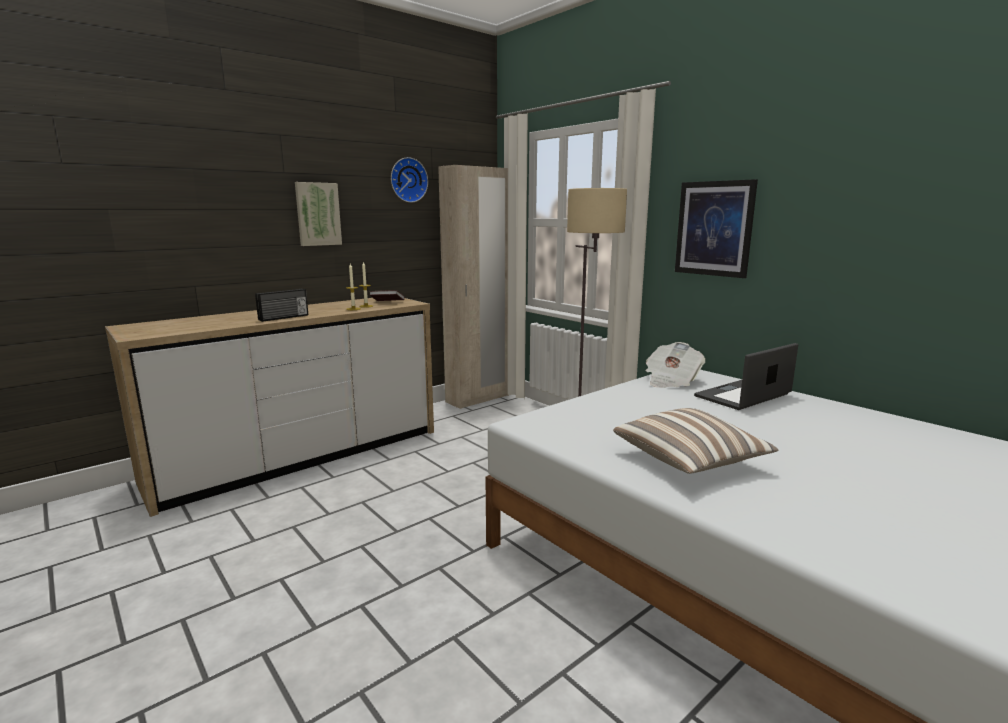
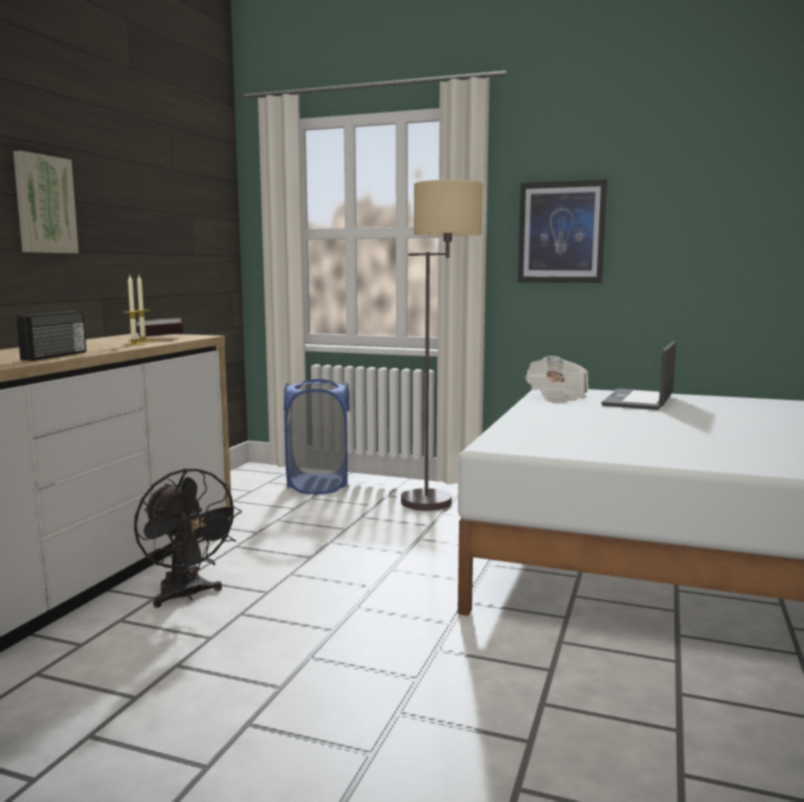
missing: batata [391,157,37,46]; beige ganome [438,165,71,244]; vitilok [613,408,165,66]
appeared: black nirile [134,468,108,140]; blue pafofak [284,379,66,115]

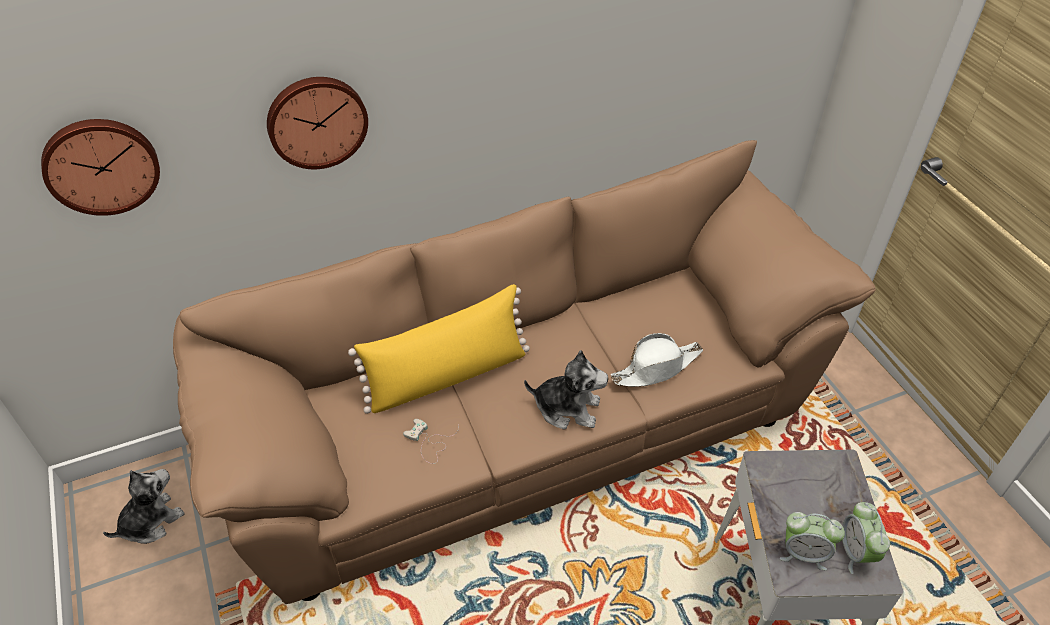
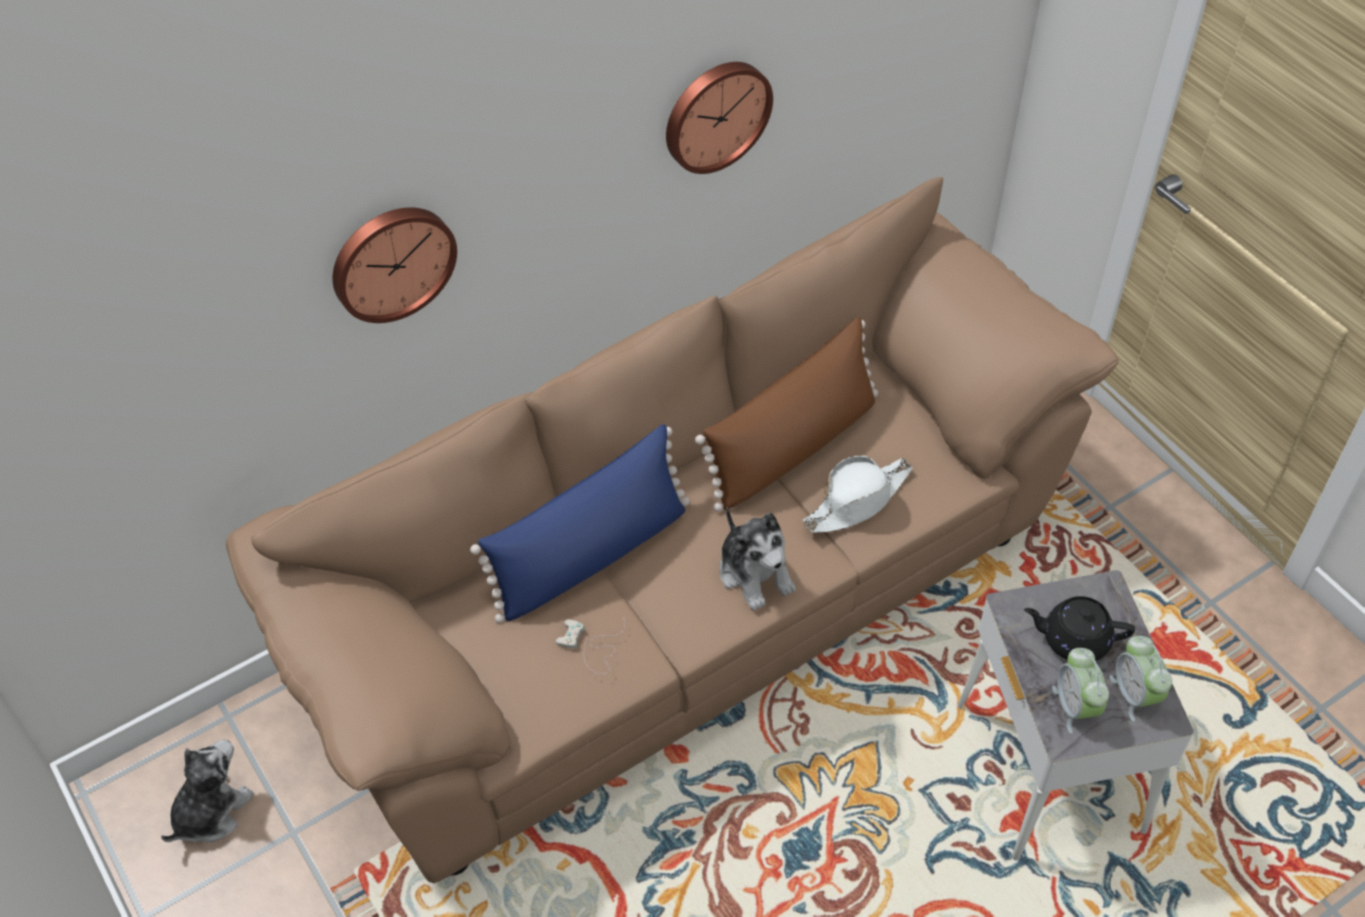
appeared: brown vitilok [695,317,183,195]; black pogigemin [1024,596,111,65]
relocated: batata [41,119,119,97] to [666,62,107,112]
colour: yellow vitilok [348,284,182,130] to blue vitilok [470,424,220,199]
spun: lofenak [524,350,84,80] = [719,507,77,104] 60 degrees clockwise; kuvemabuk [780,512,65,58] = [1052,648,57,85] 75 degrees clockwise

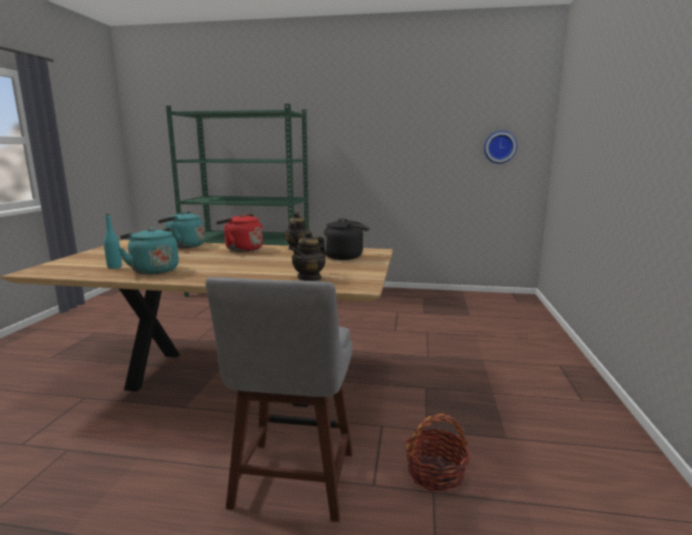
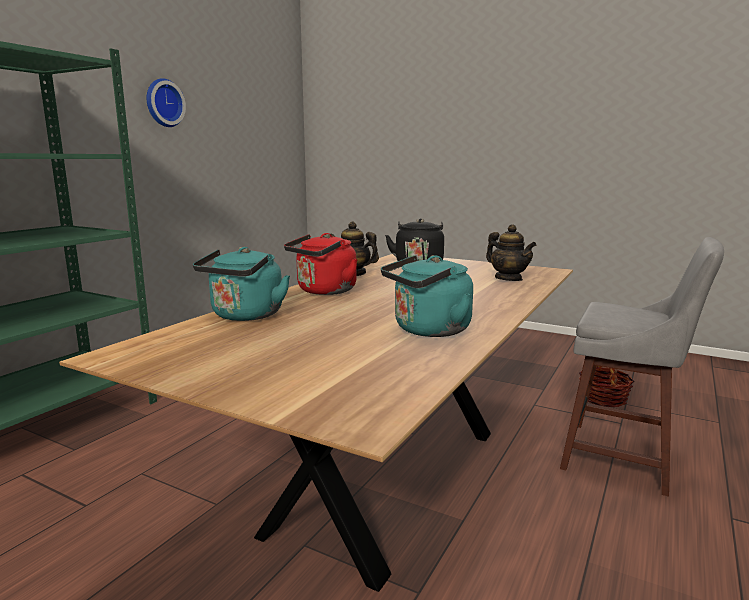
missing: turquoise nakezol [104,214,18,55]
relocated: batata [484,131,33,33] to [147,78,39,49]

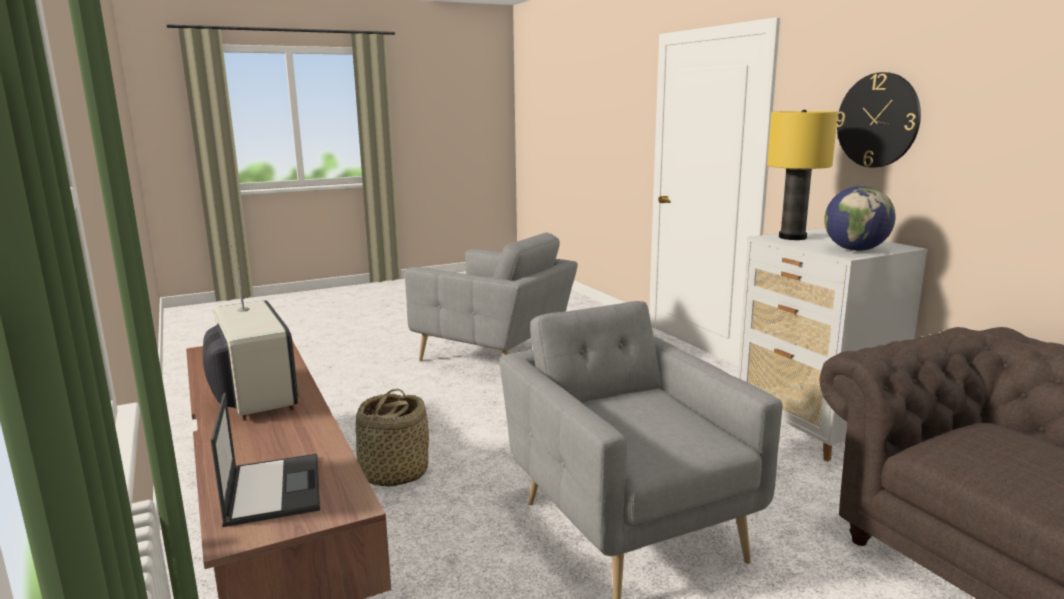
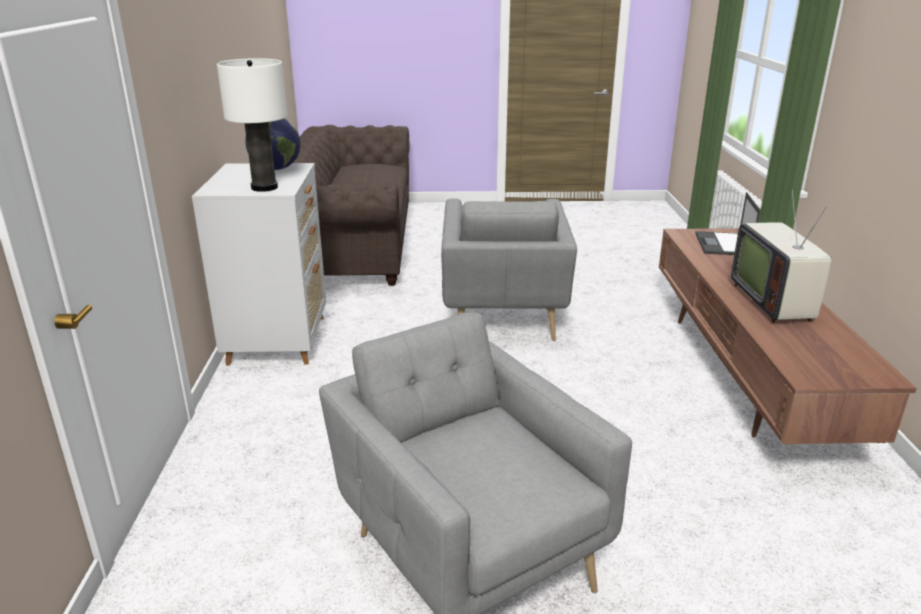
missing: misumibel [355,389,74,97]; batata [837,72,84,96]
colour: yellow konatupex [767,110,71,130] to white konatupex [217,58,70,134]

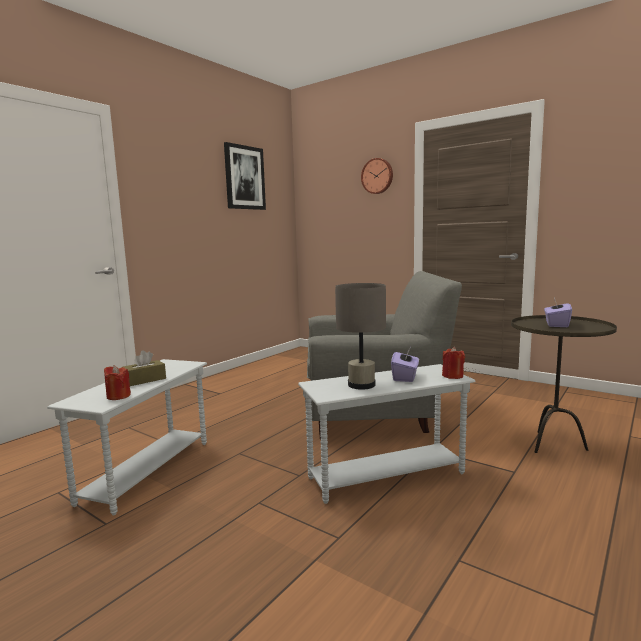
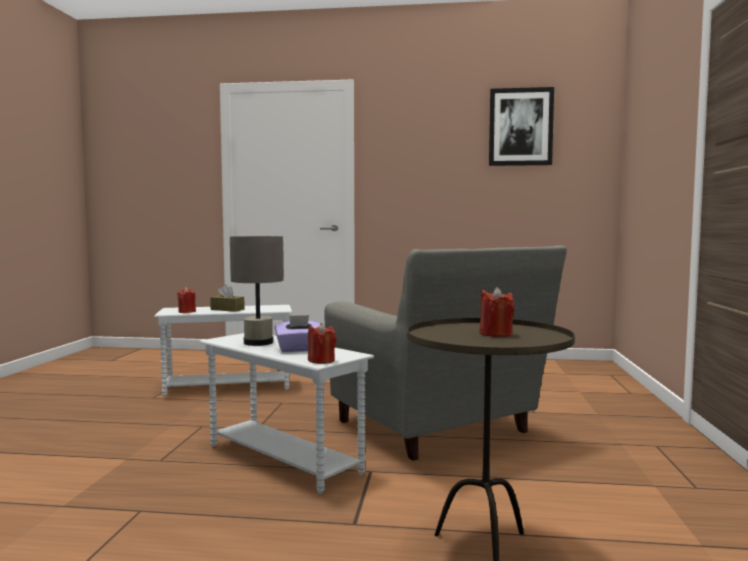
missing: batata [361,158,32,36]
exchanged: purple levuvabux [544,297,28,30] to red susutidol [479,287,36,50]

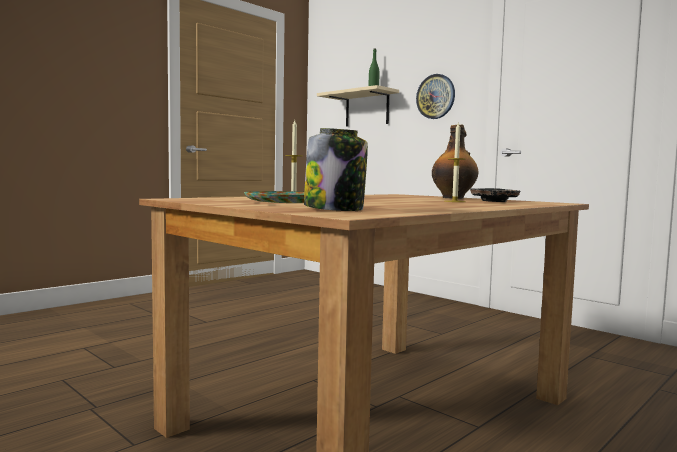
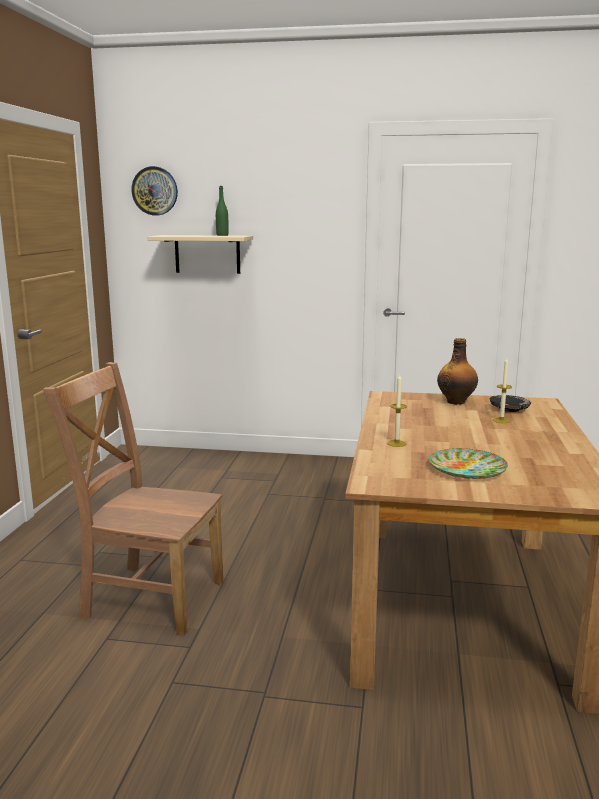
missing: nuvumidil [304,128,64,83]
appeared: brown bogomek [43,362,180,274]
relocated: batata [416,74,39,45] to [131,166,47,49]

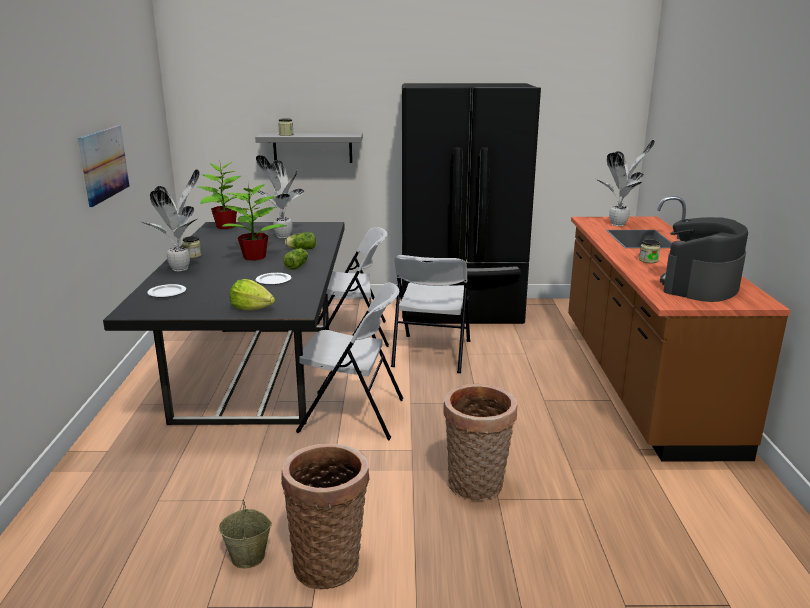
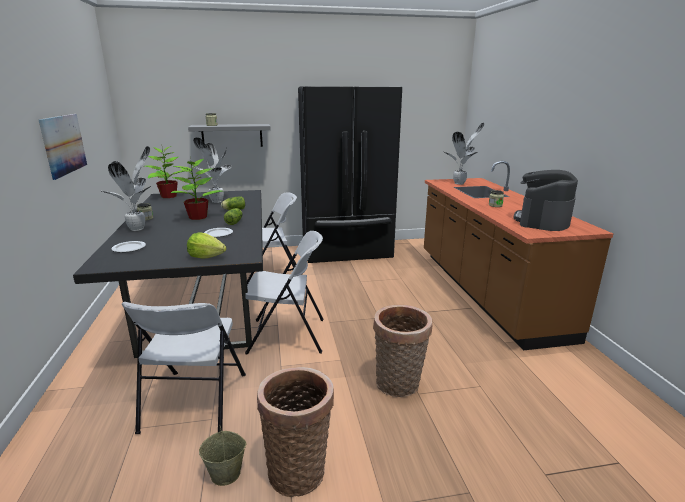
relocated: white bogomek [391,255,79,118] to [122,302,124,132]

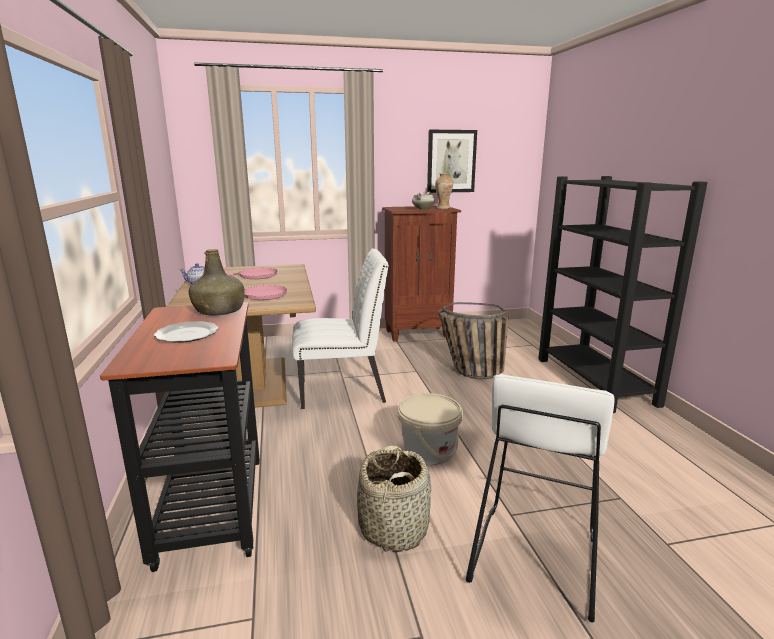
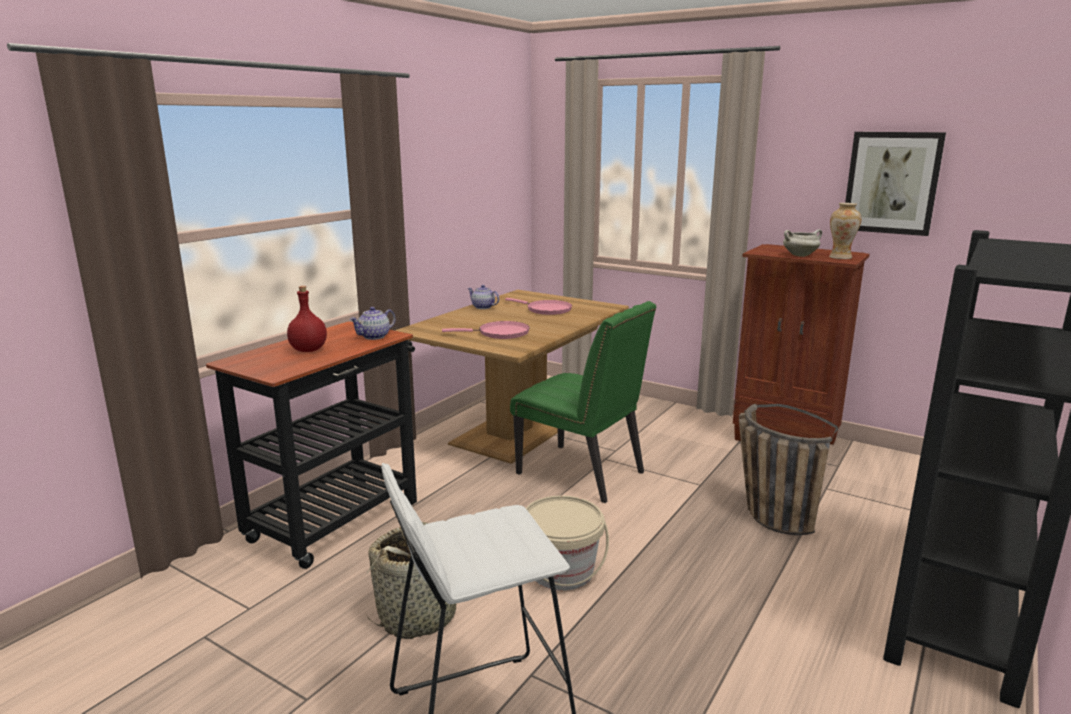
exchanged: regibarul [154,321,65,22] to red nakezol [287,286,40,66]; green nakezol [189,249,56,66] to pogigemin [350,307,46,33]
colour: white bogomek [292,248,97,161] to green bogomek [510,301,146,202]

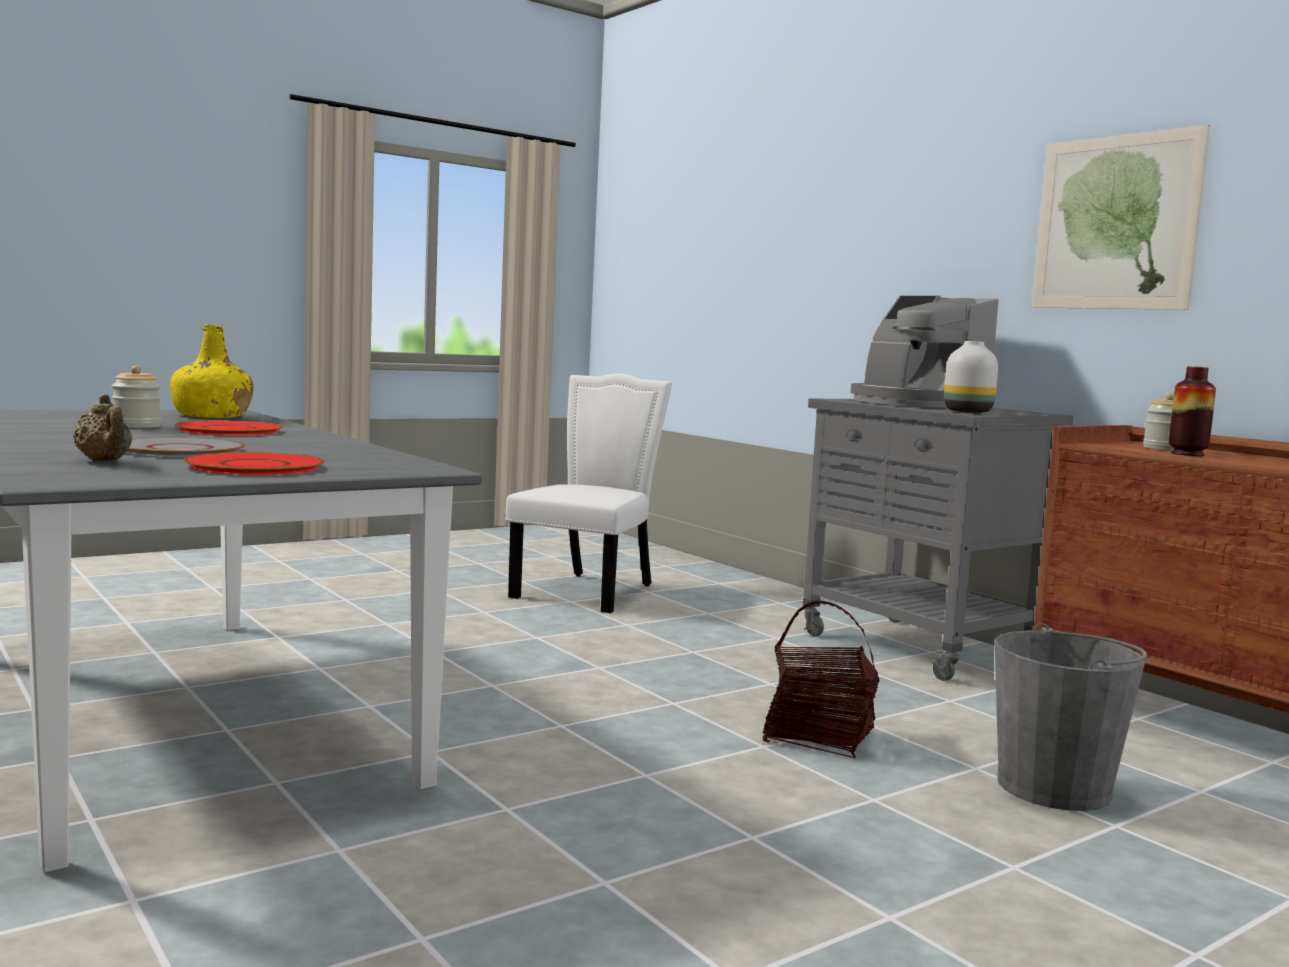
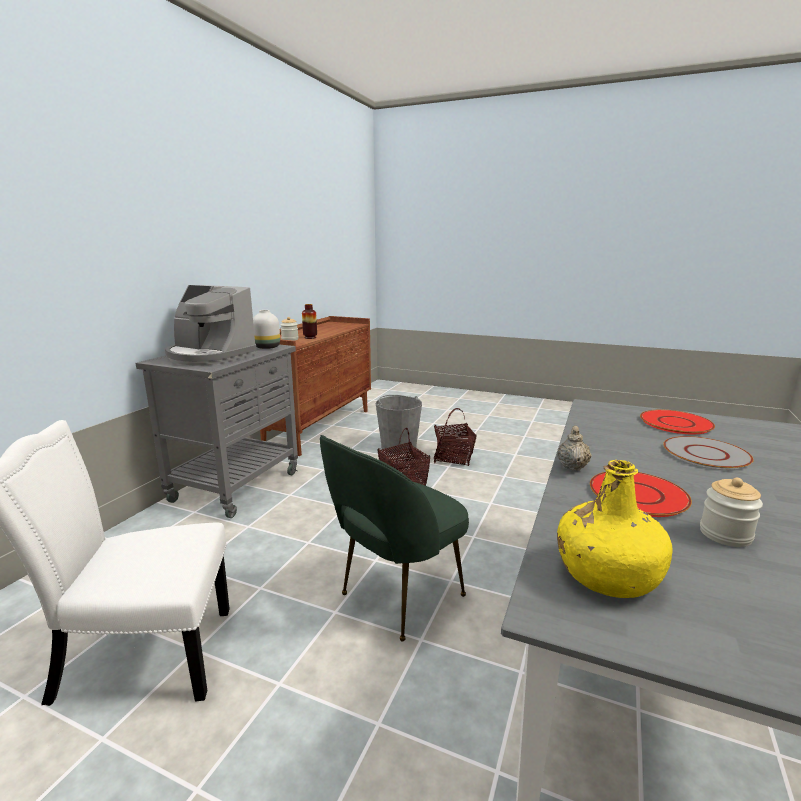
missing: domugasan [1032,125,178,185]
appeared: green bogomek [320,435,149,207]; misumibel [434,408,43,58]
relocated: beige pogigemin [73,394,59,67] to [557,425,35,46]
spun: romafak [851,296,148,112] = [165,285,92,81] 90 degrees clockwise

